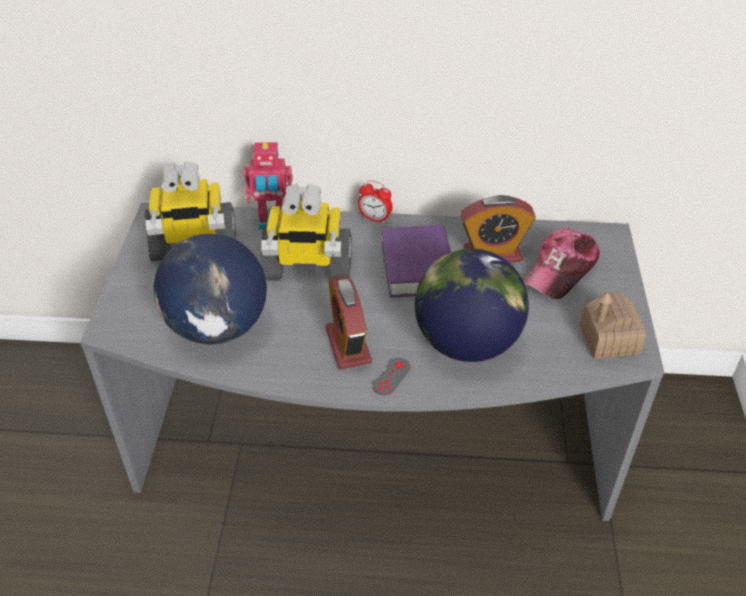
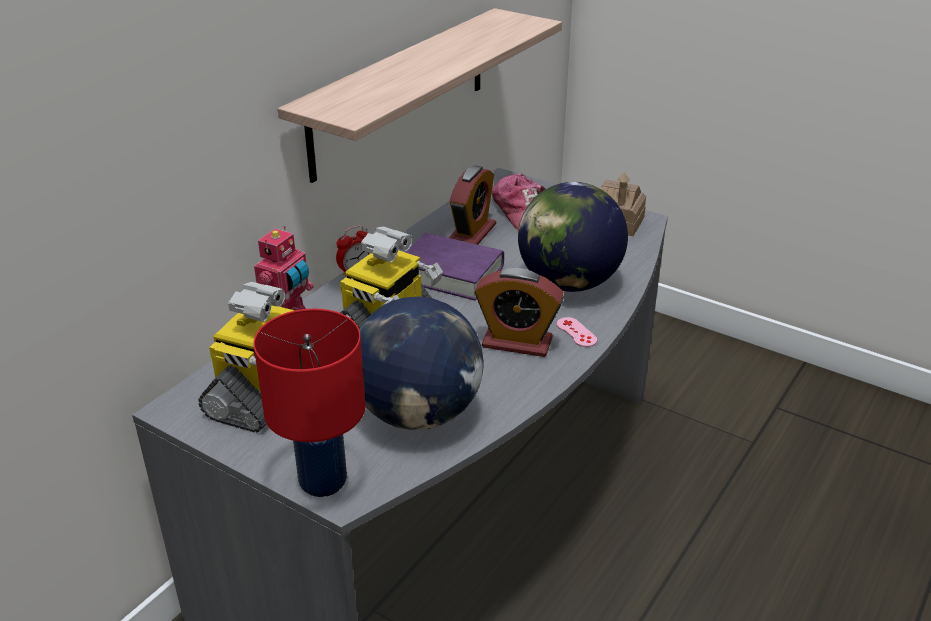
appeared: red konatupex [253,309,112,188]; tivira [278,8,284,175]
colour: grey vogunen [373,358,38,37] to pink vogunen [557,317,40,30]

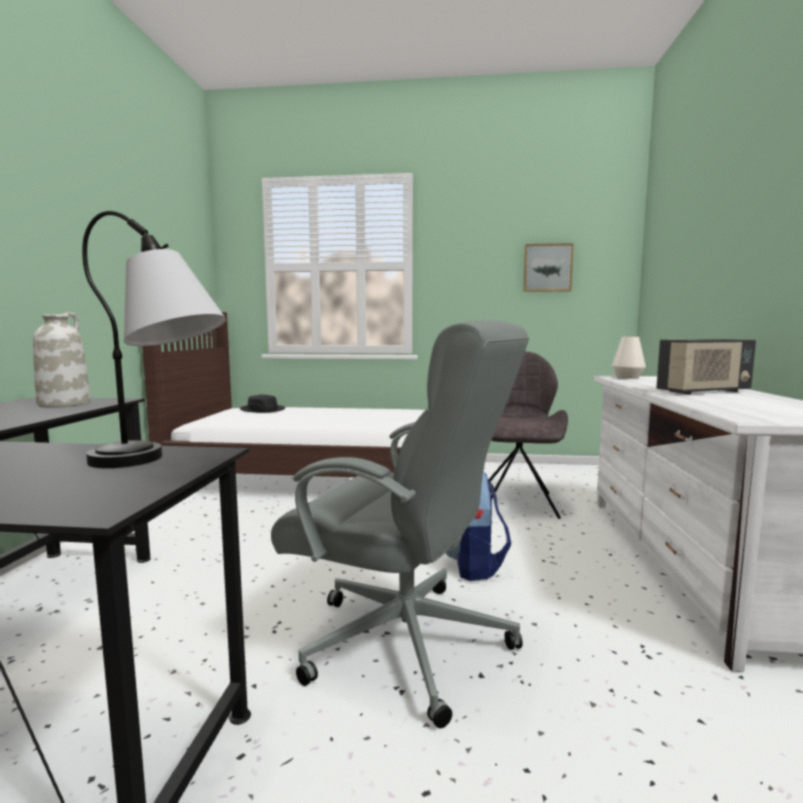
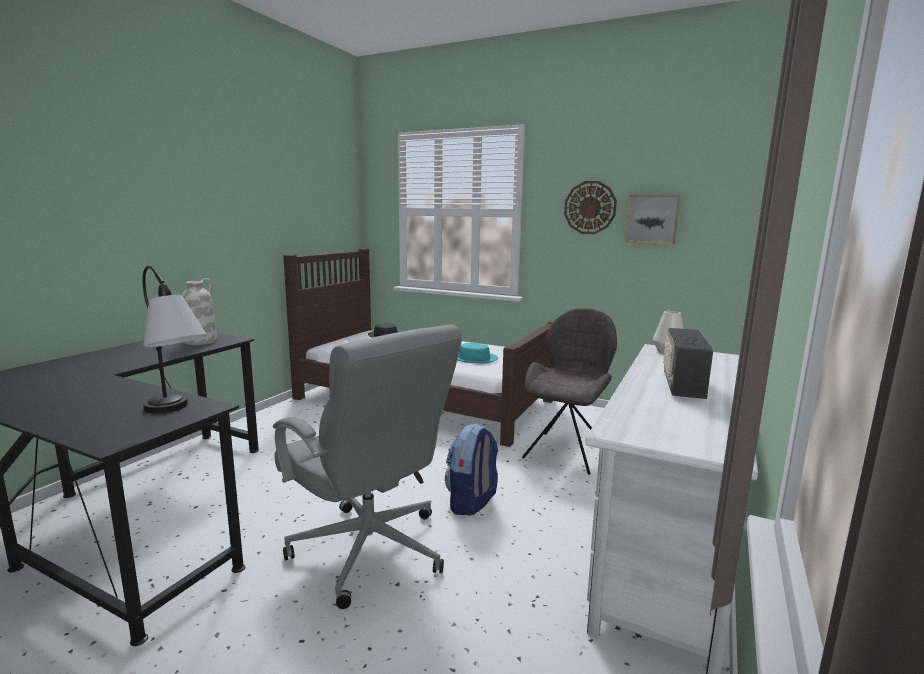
appeared: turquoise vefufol [457,343,41,20]; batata [564,181,53,53]
spun: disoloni [656,339,100,56] = [663,328,50,71] 105 degrees clockwise

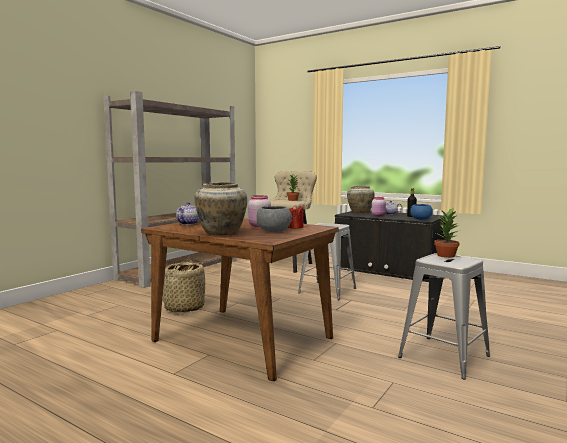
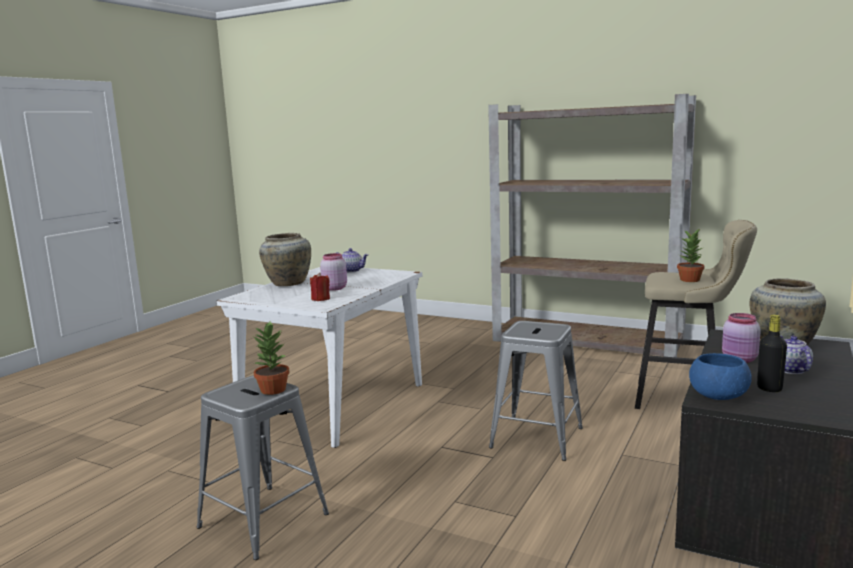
missing: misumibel [162,259,43,53]; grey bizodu [256,206,36,26]
colour: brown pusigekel [141,218,198,163] to white pusigekel [217,267,205,181]

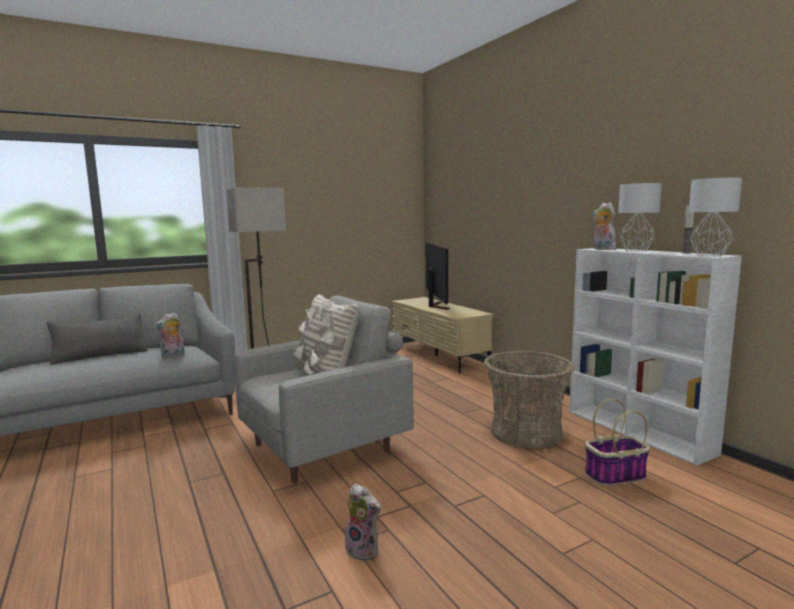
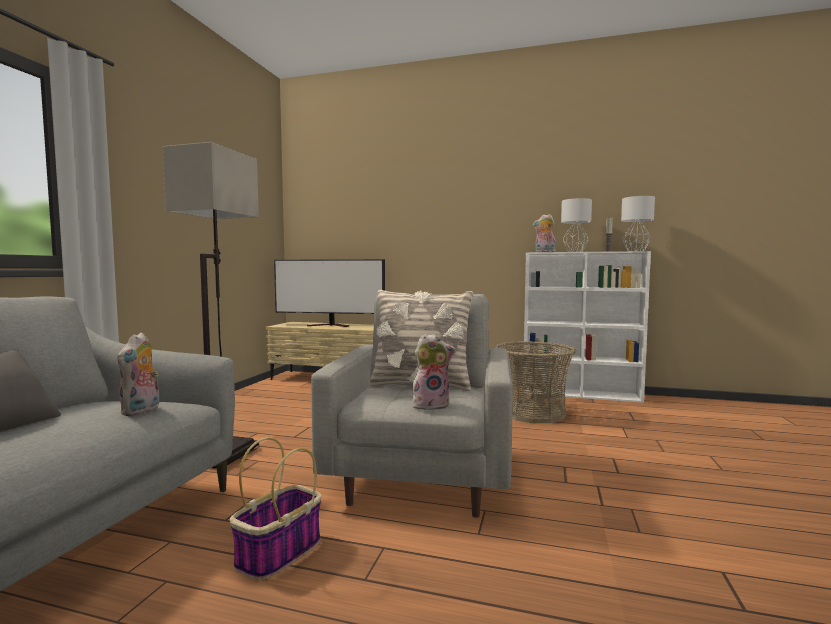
relocated: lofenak [345,484,36,78] to [412,333,43,78]; misumibel [585,399,65,87] to [230,438,91,142]
spun: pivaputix [426,243,24,67] = [274,259,111,68] 150 degrees clockwise

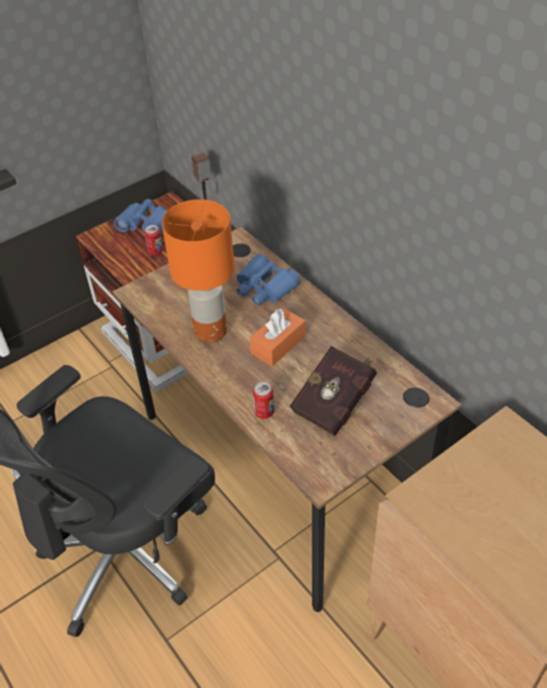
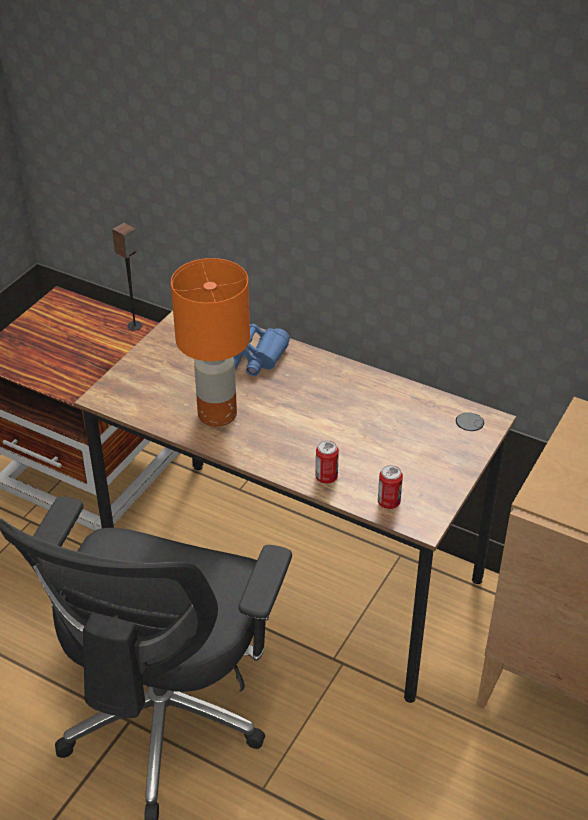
missing: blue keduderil [114,199,53,36]; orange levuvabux [250,308,56,58]; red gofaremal [289,346,88,90]
relocated: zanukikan [144,225,19,30] to [378,465,25,44]

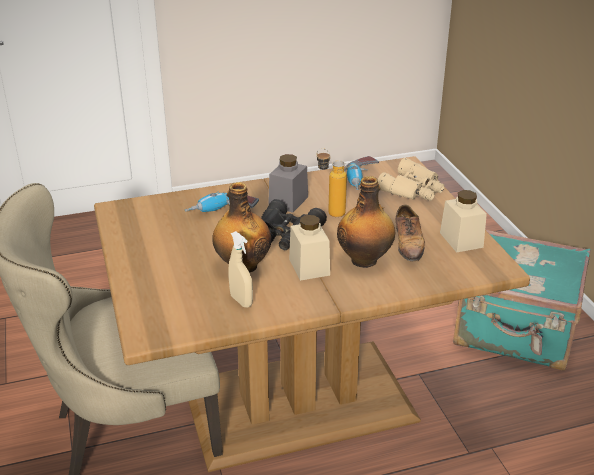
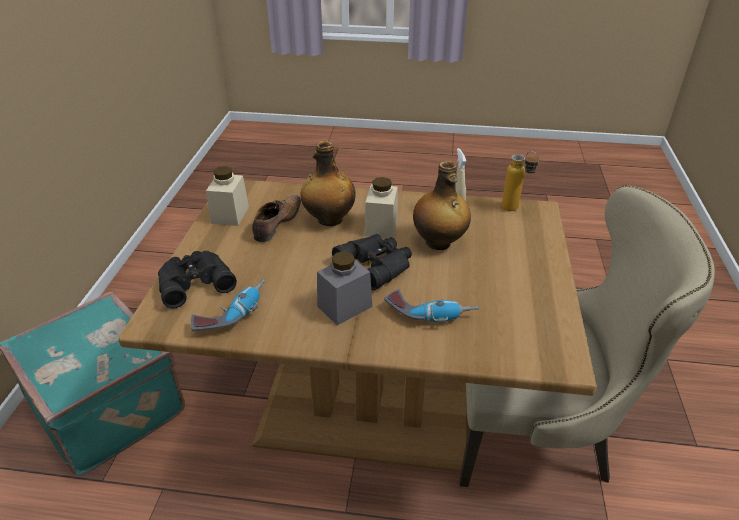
relocated: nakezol [317,148,30,69] to [502,151,37,60]
colour: beige keduderil [378,158,66,43] to black keduderil [158,251,79,58]

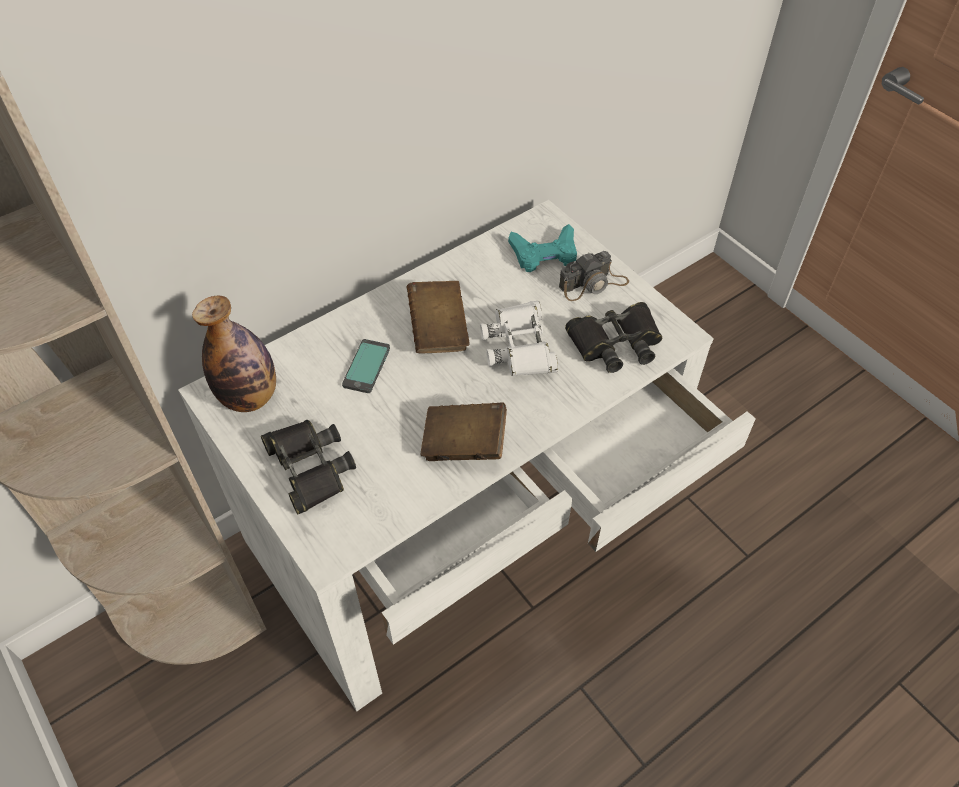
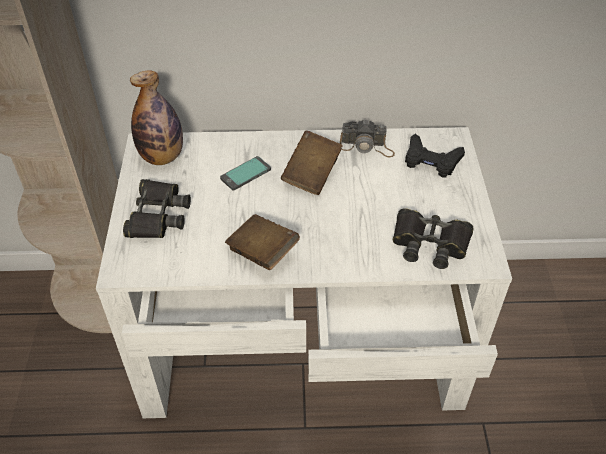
missing: white keduderil [480,301,78,75]
relocated: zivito [559,251,70,50] to [340,120,55,37]
colour: turquoise vogunen [508,224,69,48] to black vogunen [405,133,60,44]

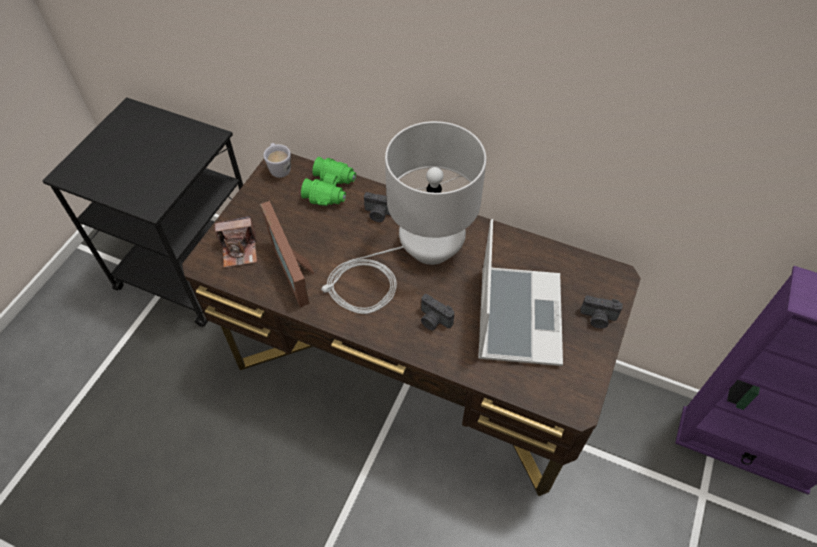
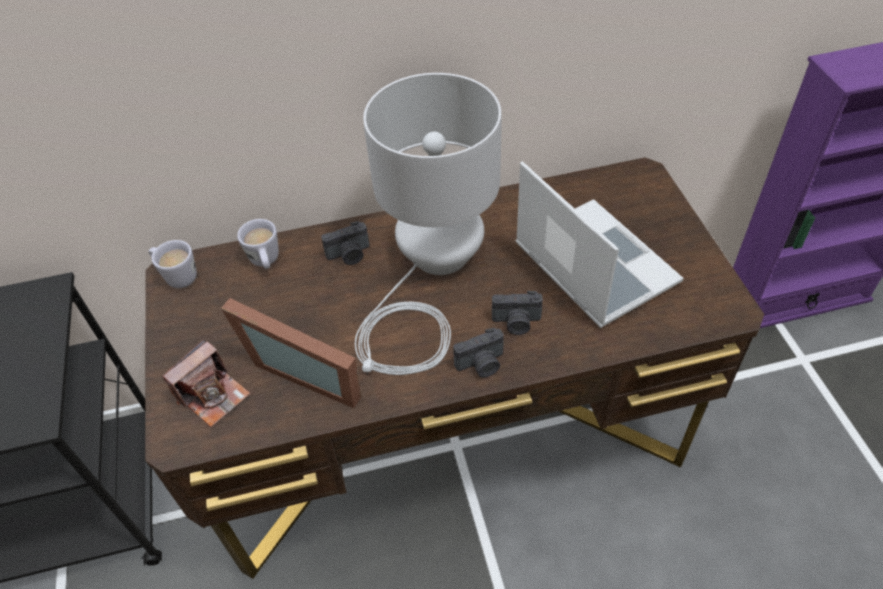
relocated: zivito [580,295,43,34] to [453,328,51,50]
exchanged: green keduderil [301,157,55,49] to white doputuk [237,219,42,50]

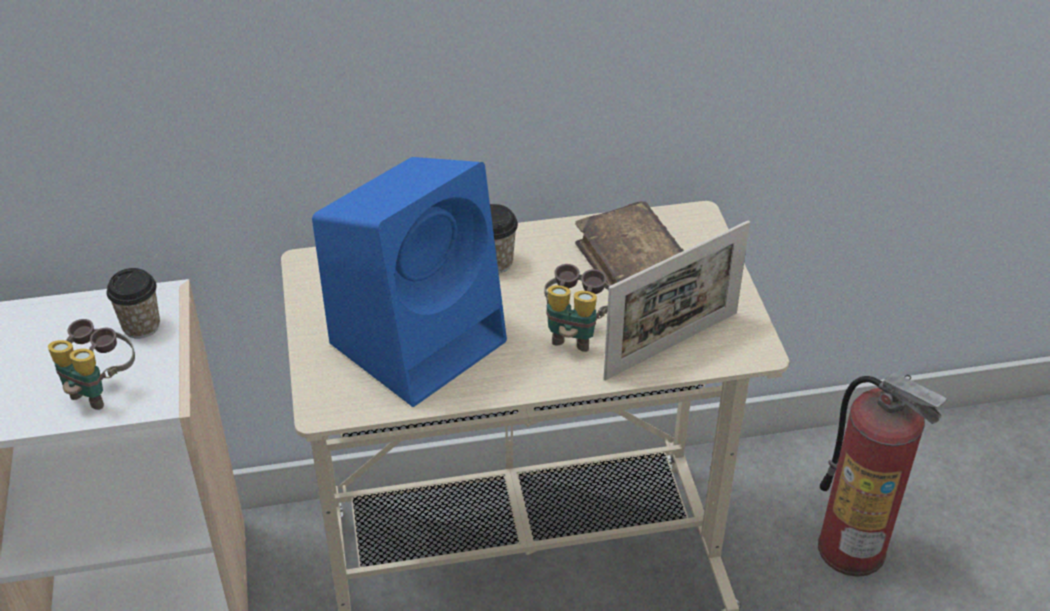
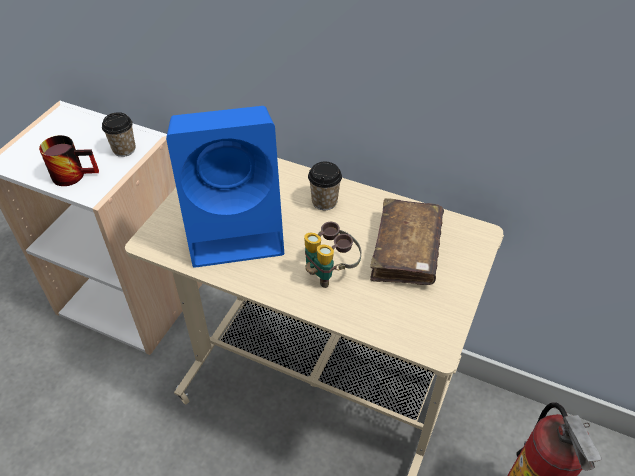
missing: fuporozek [604,220,146,160]
exchanged: keduderil [48,319,87,91] to doputuk [39,135,60,51]

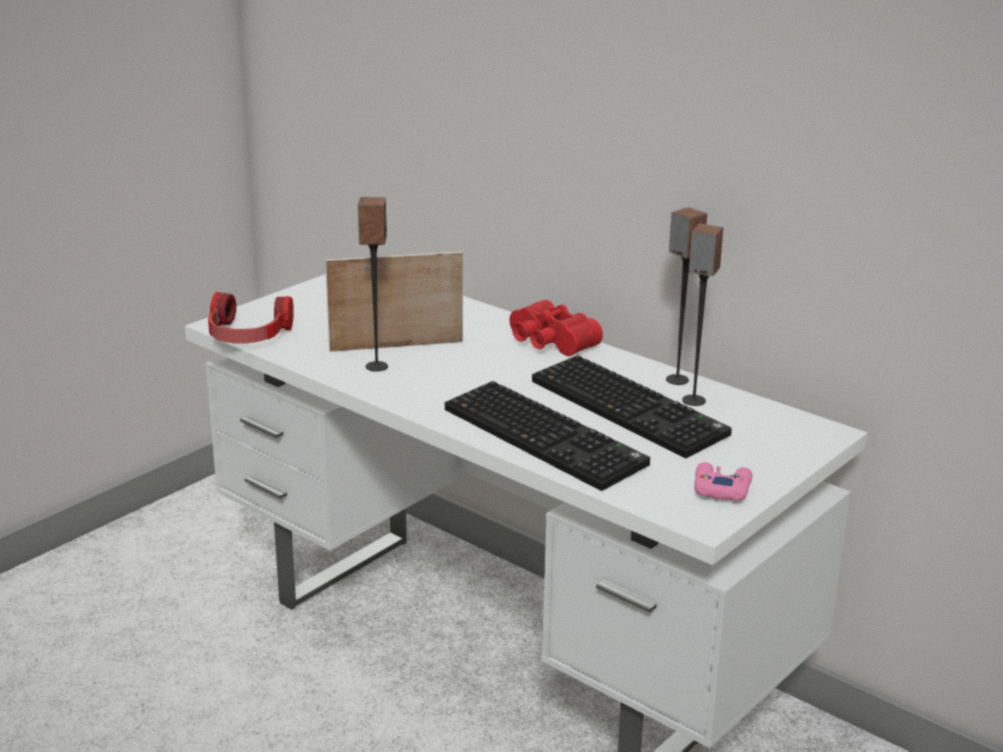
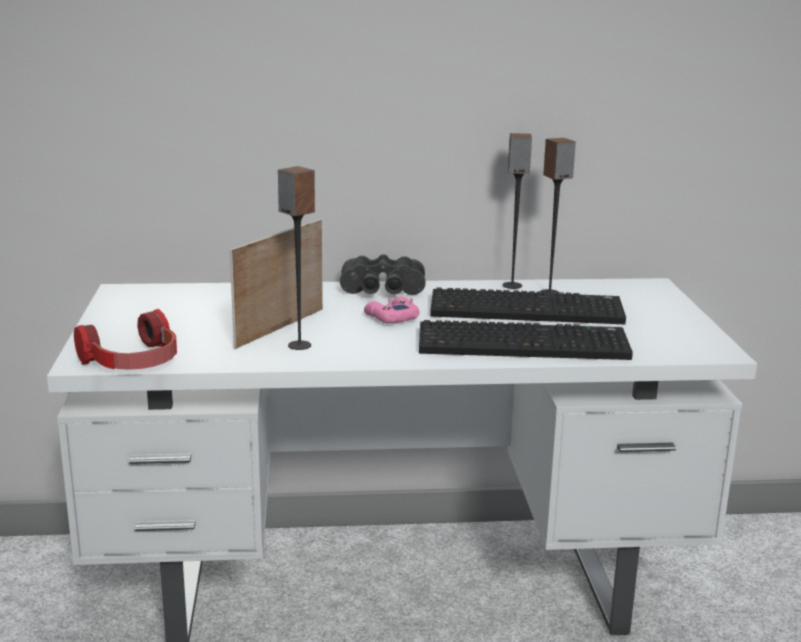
relocated: pink vogunen [694,462,58,39] to [364,296,55,28]
colour: red keduderil [509,300,94,56] to black keduderil [340,254,86,41]

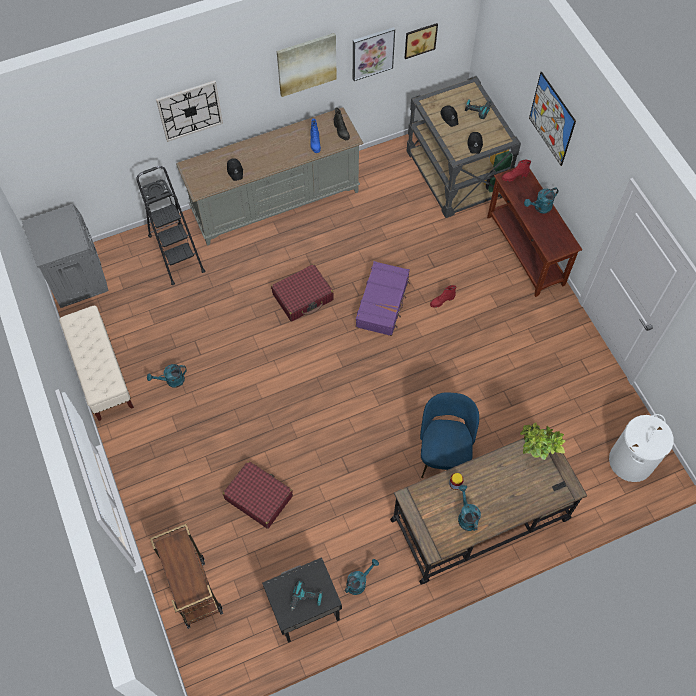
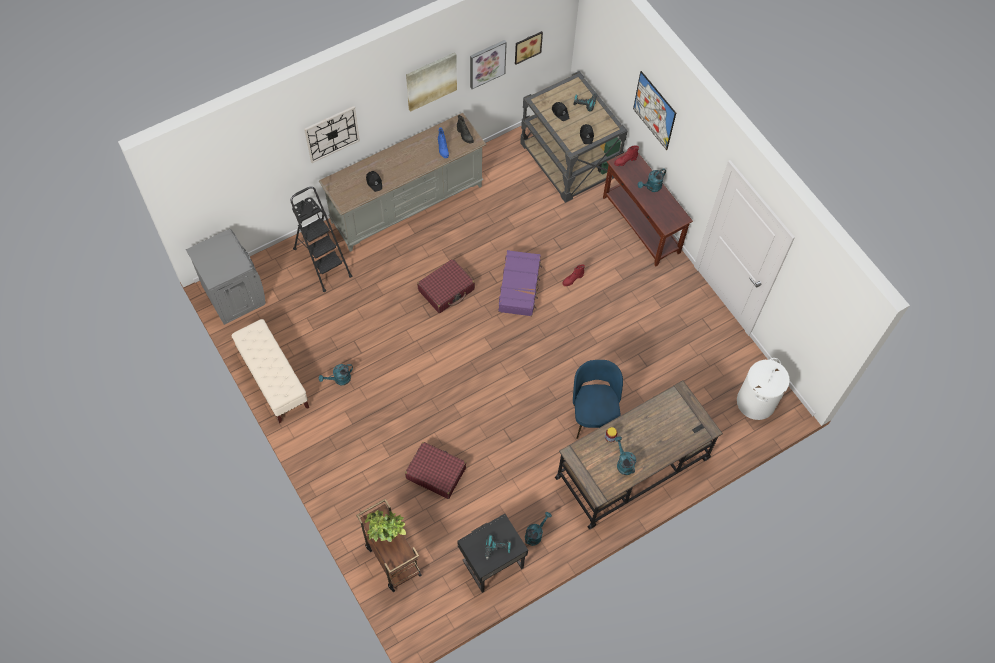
relocated: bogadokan [520,422,46,38] to [365,510,41,32]

